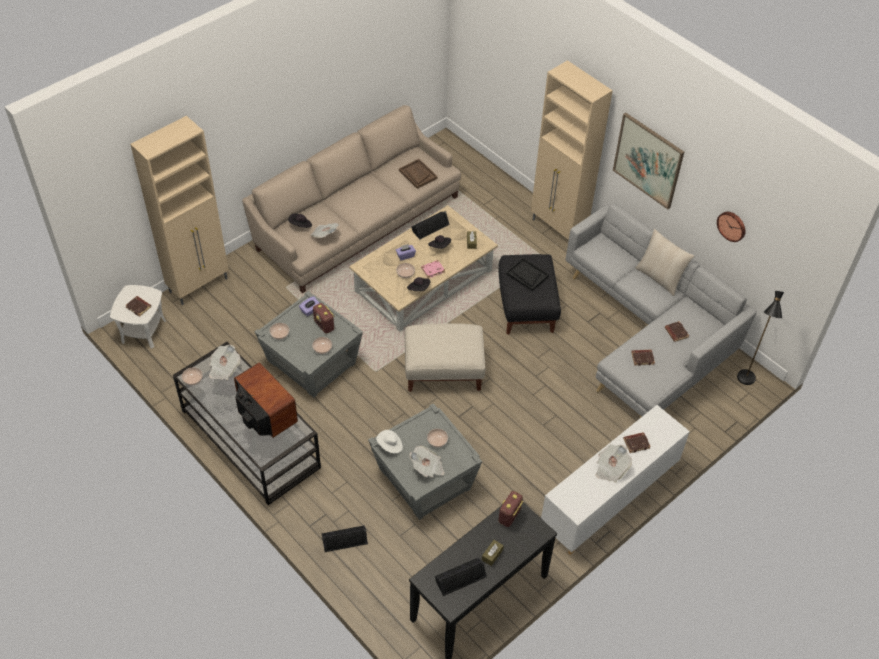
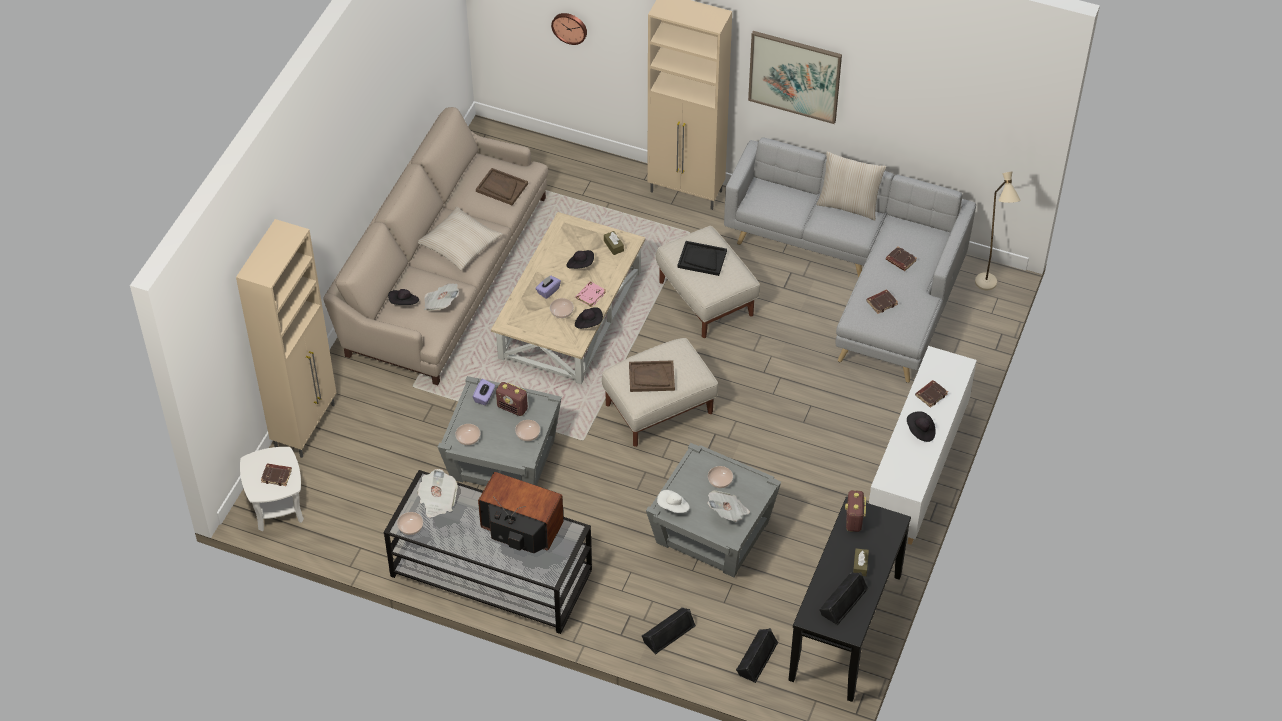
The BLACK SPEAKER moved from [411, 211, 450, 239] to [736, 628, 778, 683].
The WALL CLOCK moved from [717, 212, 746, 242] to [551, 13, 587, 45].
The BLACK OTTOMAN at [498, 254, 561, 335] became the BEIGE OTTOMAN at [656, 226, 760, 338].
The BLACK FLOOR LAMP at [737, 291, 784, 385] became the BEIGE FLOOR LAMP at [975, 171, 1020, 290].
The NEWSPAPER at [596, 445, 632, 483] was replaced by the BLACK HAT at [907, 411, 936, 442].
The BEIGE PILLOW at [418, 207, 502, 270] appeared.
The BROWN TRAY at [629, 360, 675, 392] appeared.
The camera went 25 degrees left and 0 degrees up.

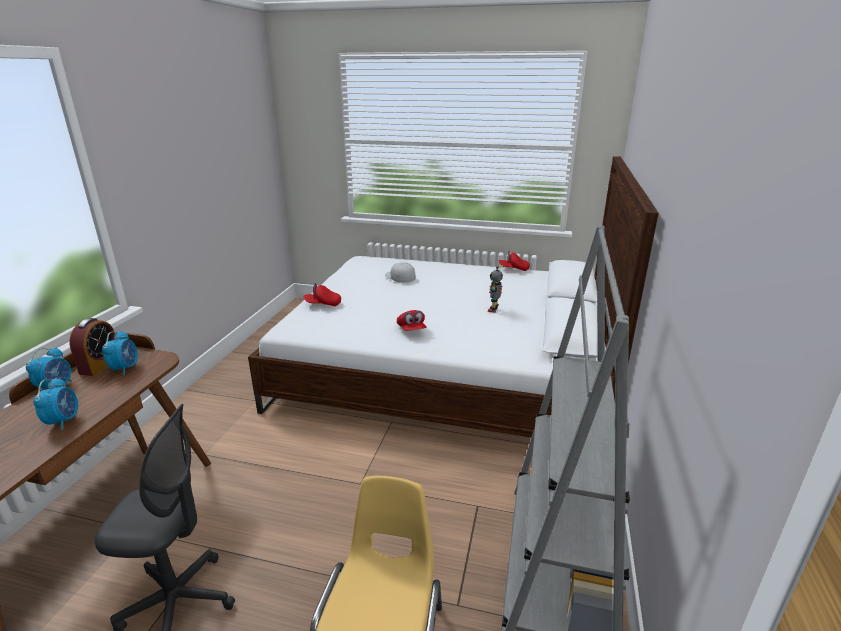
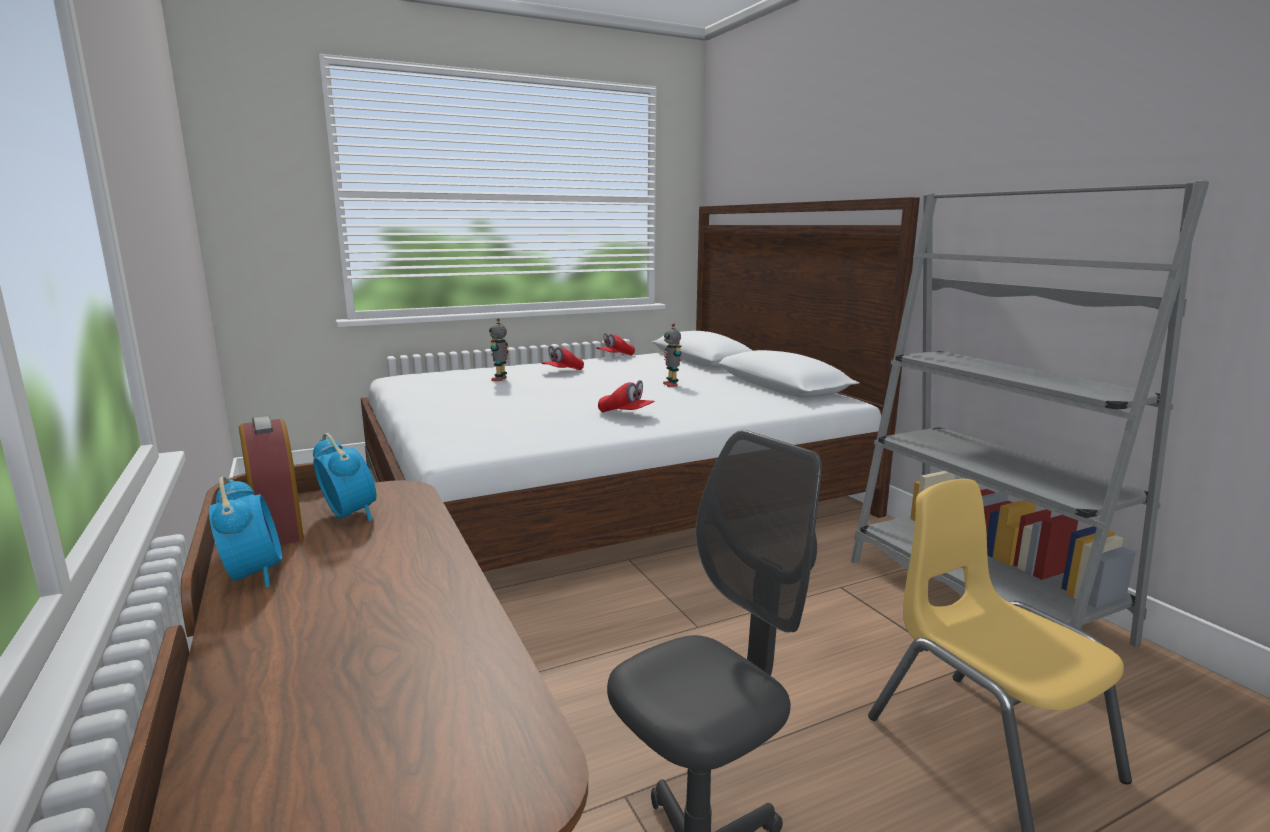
The WHITE CAP at [385, 262, 416, 283] was replaced by the TOY ROBOT at [489, 318, 509, 381].
The RED CAP moved from [303, 283, 341, 306] to [541, 346, 584, 370].
The ALARM CLOCK at [33, 377, 78, 430] disappeared.
The camera went 40 degrees left and 10 degrees down.

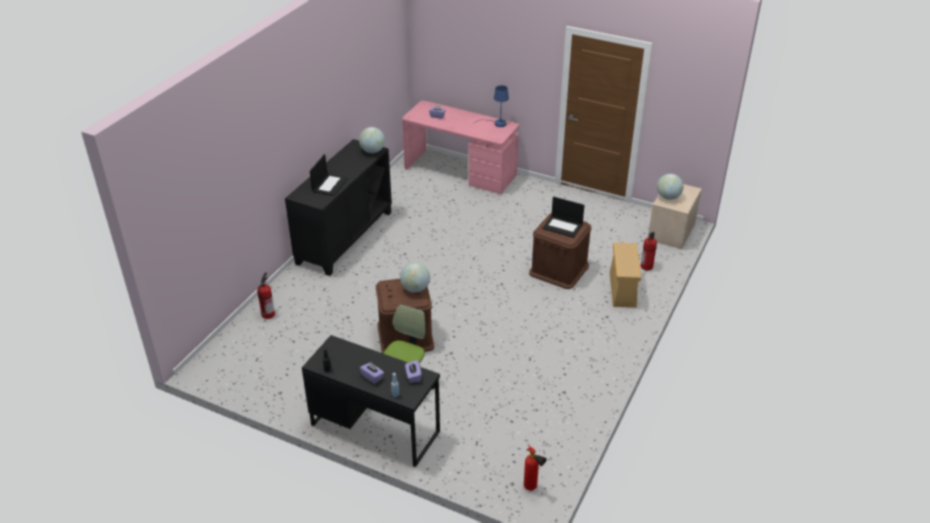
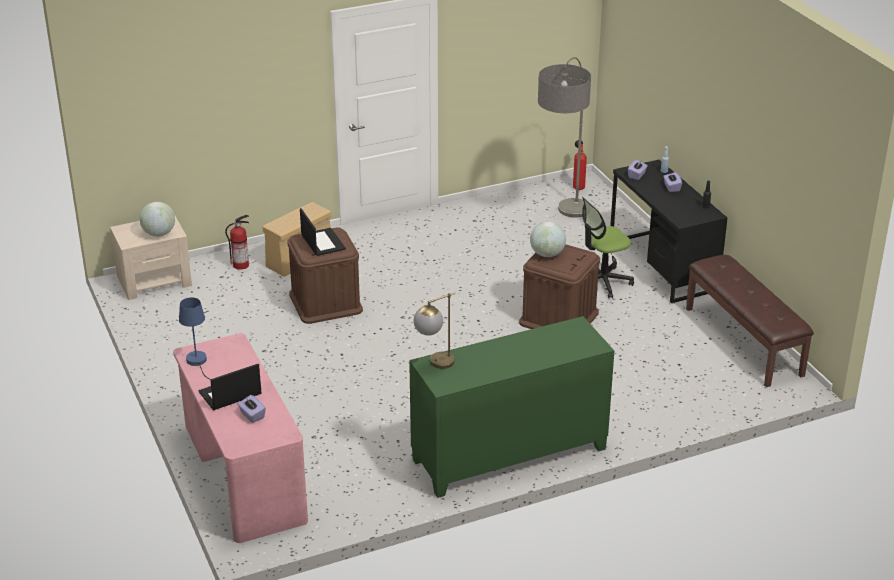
The GLOBE at [359, 127, 385, 153] was replaced by the TABLE LAMP at [413, 292, 456, 369].
The BLACK CABINET at [285, 139, 392, 276] became the GREEN CABINET at [409, 316, 614, 498].
The LAPTOP moved from [310, 154, 348, 196] to [198, 364, 261, 410].
The FIRE EXTINGUISHER at [257, 272, 275, 319] disappeared.
The FLOOR LAMP at [538, 57, 591, 218] appeared.
The BROWN BENCH at [686, 255, 814, 387] appeared.
The camera went 140 degrees left and 5 degrees down.

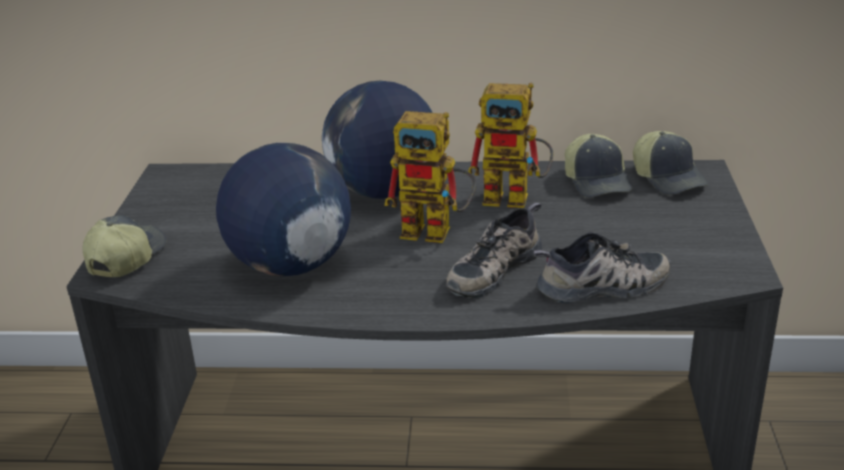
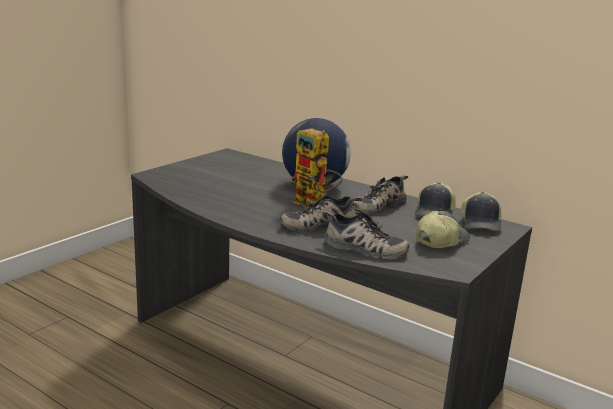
The TOY ROBOT at [468, 83, 553, 208] was replaced by the SHOE at [354, 175, 408, 215].
The GLOBE at [216, 143, 351, 276] disappeared.
The CAP moved from [83, 215, 167, 278] to [416, 211, 470, 248].
The camera went 30 degrees right and 10 degrees down.

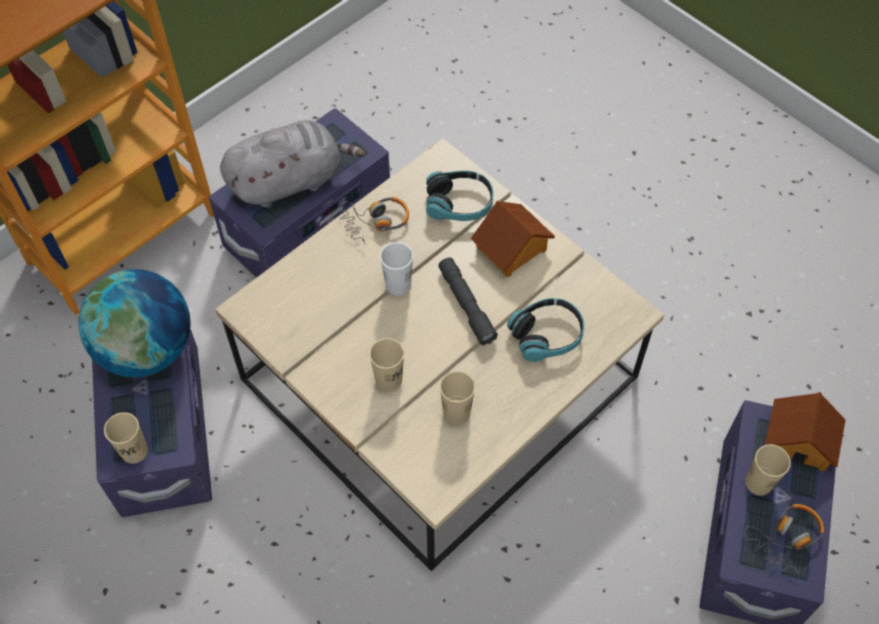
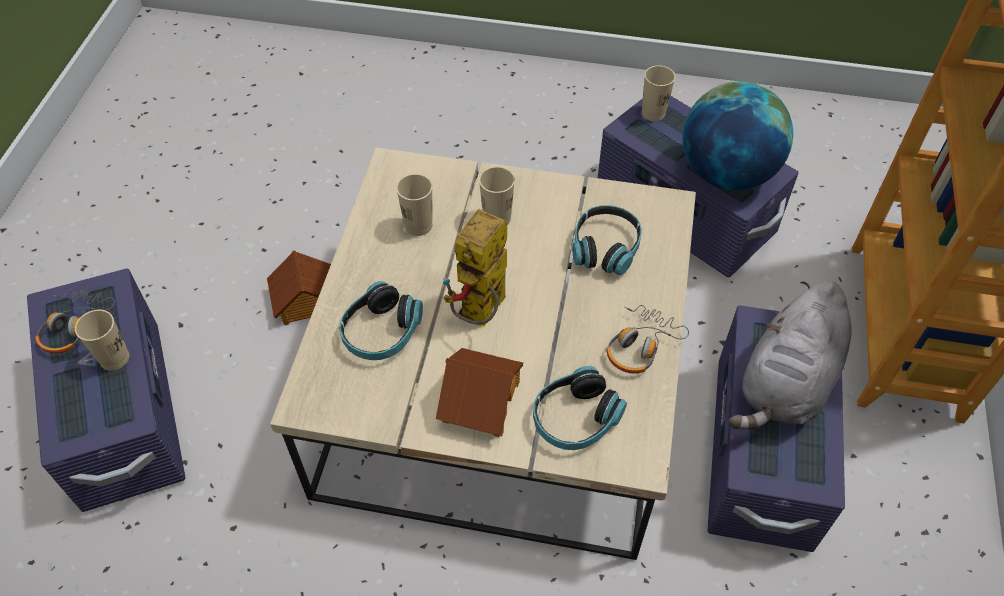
The WHITE CUP at [380, 242, 413, 296] disappeared.
The GREY FLASHLIGHT at [438, 257, 498, 345] was replaced by the TOY ROBOT at [443, 209, 507, 328].
The TOY HOUSE moved from [765, 392, 846, 472] to [267, 250, 331, 325].
The HEADPHONES at [572, 205, 642, 275] appeared.
The camera went 145 degrees right and 5 degrees down.

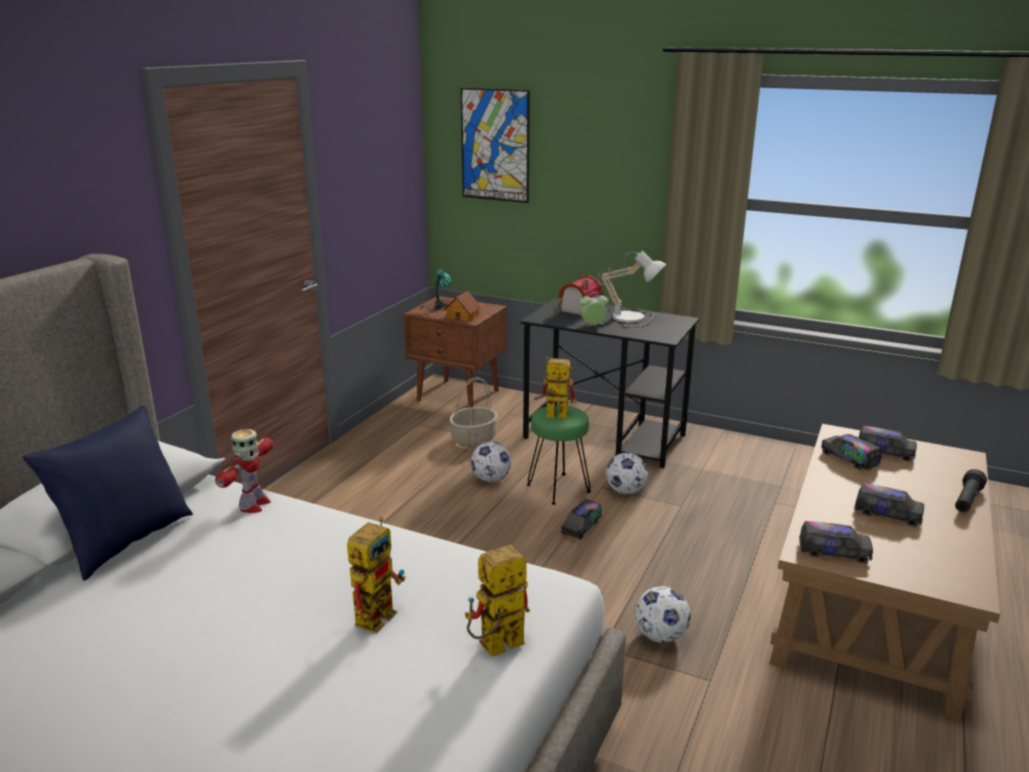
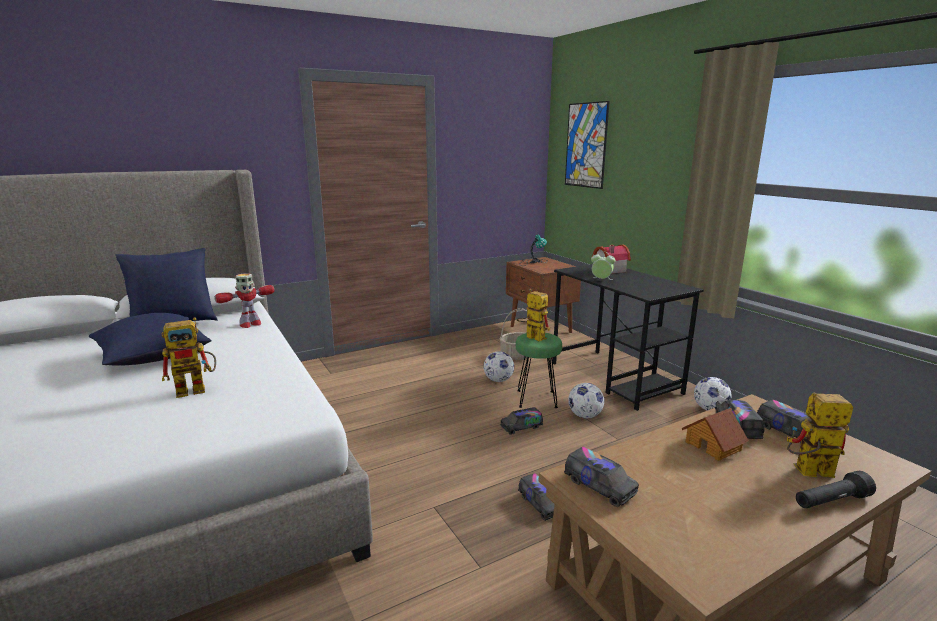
The TABLE LAMP at [599, 251, 666, 327] disappeared.
The TOY HOUSE moved from [443, 291, 482, 322] to [681, 408, 749, 461].
The TOY TRUCK moved from [854, 483, 924, 527] to [518, 473, 555, 521].
The TOY ROBOT moved from [465, 545, 530, 657] to [787, 393, 853, 478].
The FOOTBALL moved from [635, 586, 691, 643] to [694, 377, 732, 411].
The BLUE PILLOW at [89, 313, 211, 366] appeared.
The camera went 35 degrees right and 5 degrees down.

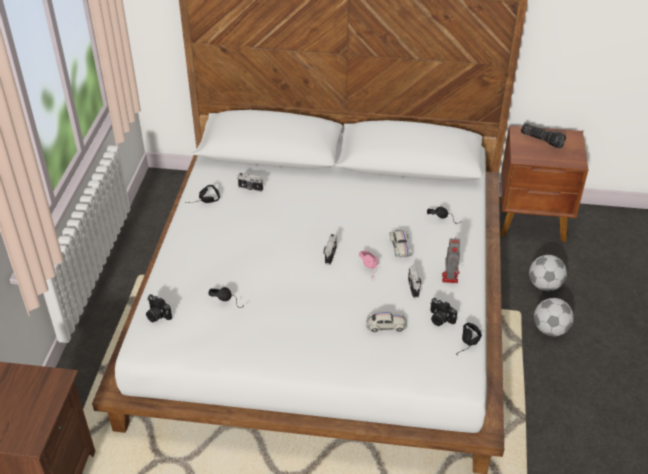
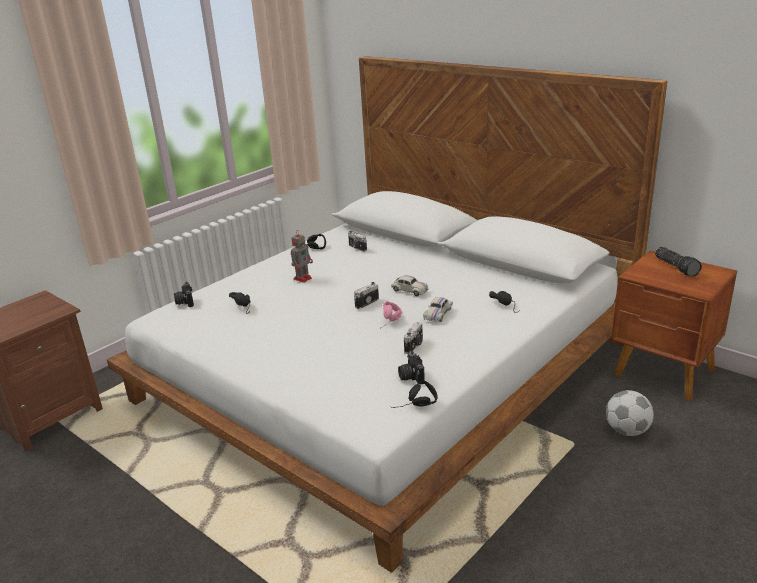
The TOY ROBOT moved from [442, 236, 460, 283] to [291, 231, 313, 283].
The FOOTBALL at [534, 298, 574, 336] disappeared.
The WHITE TOY CAR moved from [366, 311, 407, 332] to [391, 275, 429, 296].
The camera went 35 degrees right and 15 degrees down.

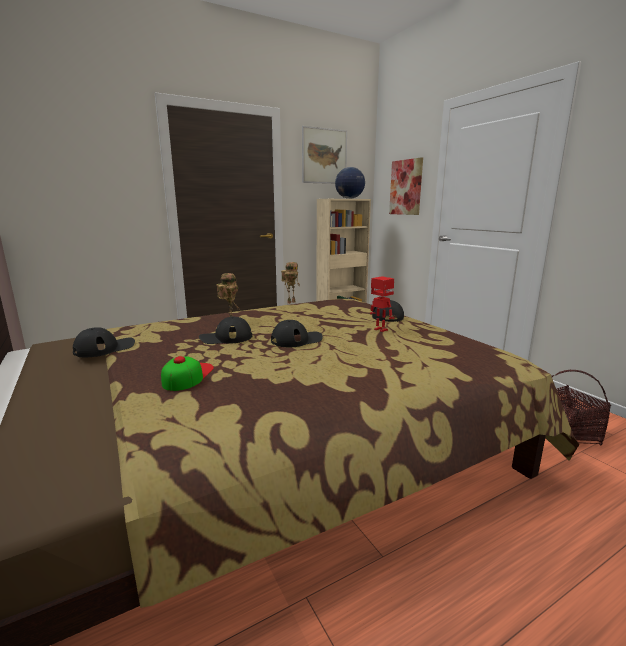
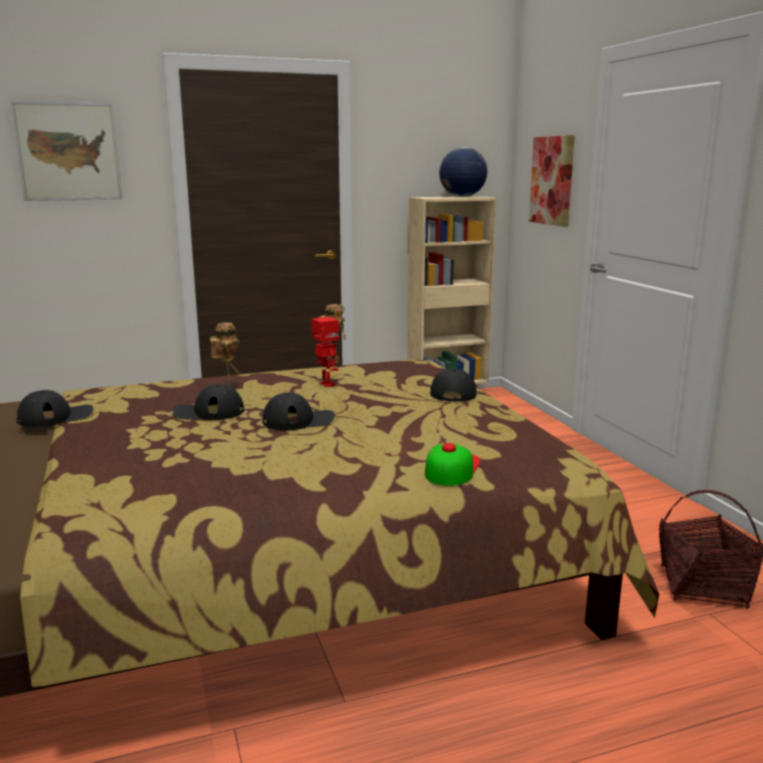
The PICTURE moved from [302, 126, 347, 184] to [10, 101, 123, 201].
The TOY ROBOT moved from [370, 276, 395, 332] to [311, 317, 339, 387].
The CAP moved from [161, 356, 214, 391] to [425, 443, 481, 486].
The camera went 10 degrees right and 0 degrees up.

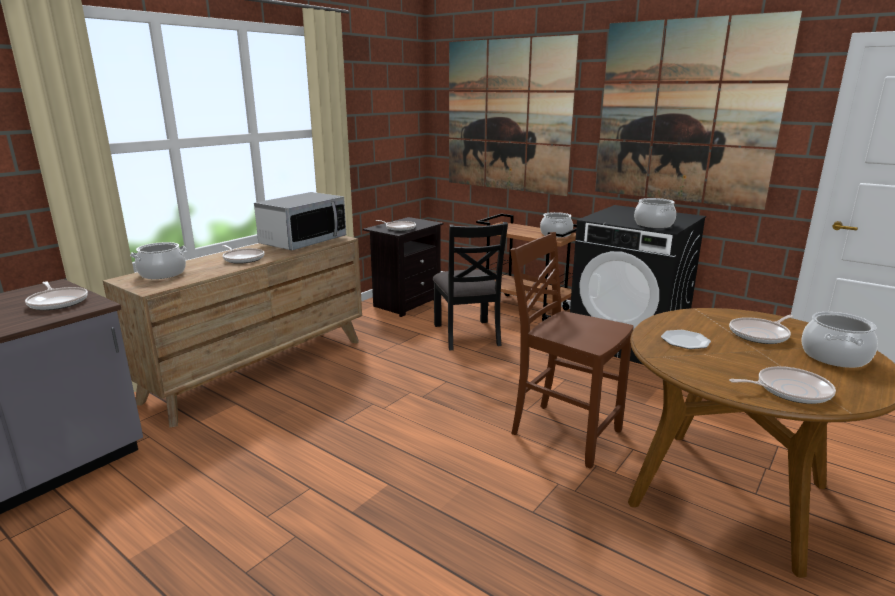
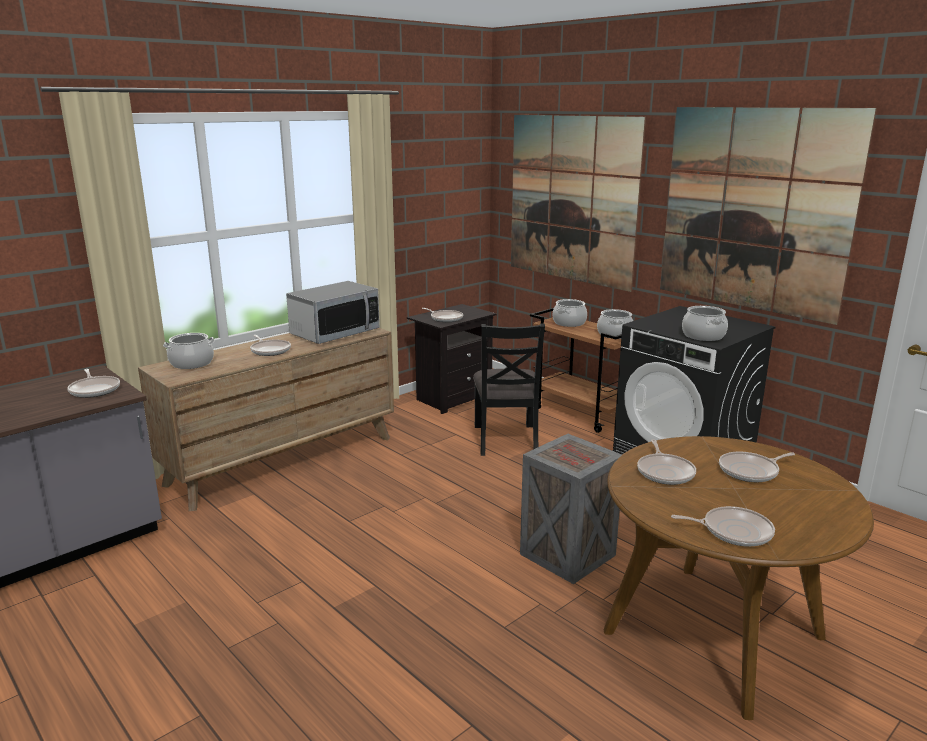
The BROWN CHAIR at [510, 232, 634, 469] was replaced by the CRATE at [520, 434, 622, 584].
The COOKING POT moved from [801, 312, 878, 368] to [553, 299, 587, 327].
The PLATE at [661, 330, 711, 349] was replaced by the FRYING PAN at [637, 439, 696, 485].
The camera went 10 degrees right and 0 degrees up.

